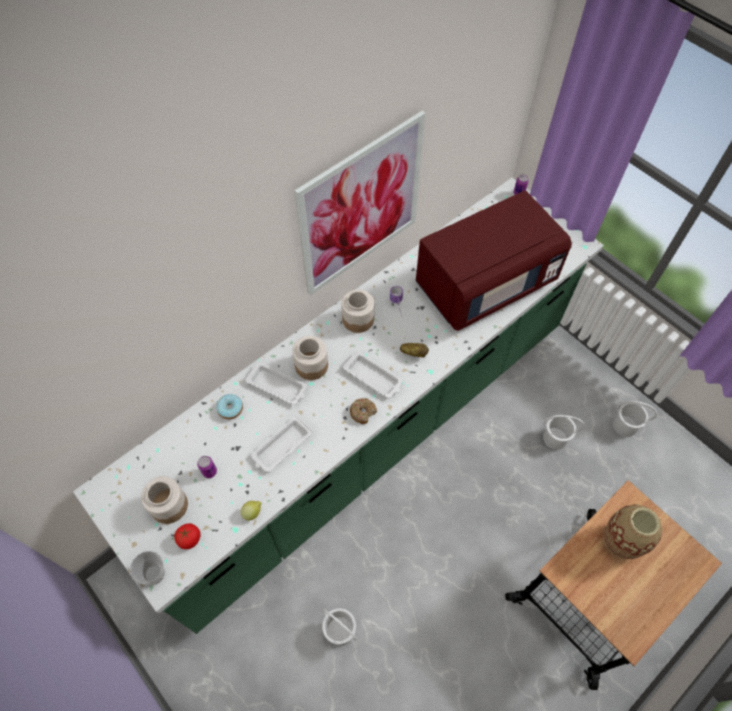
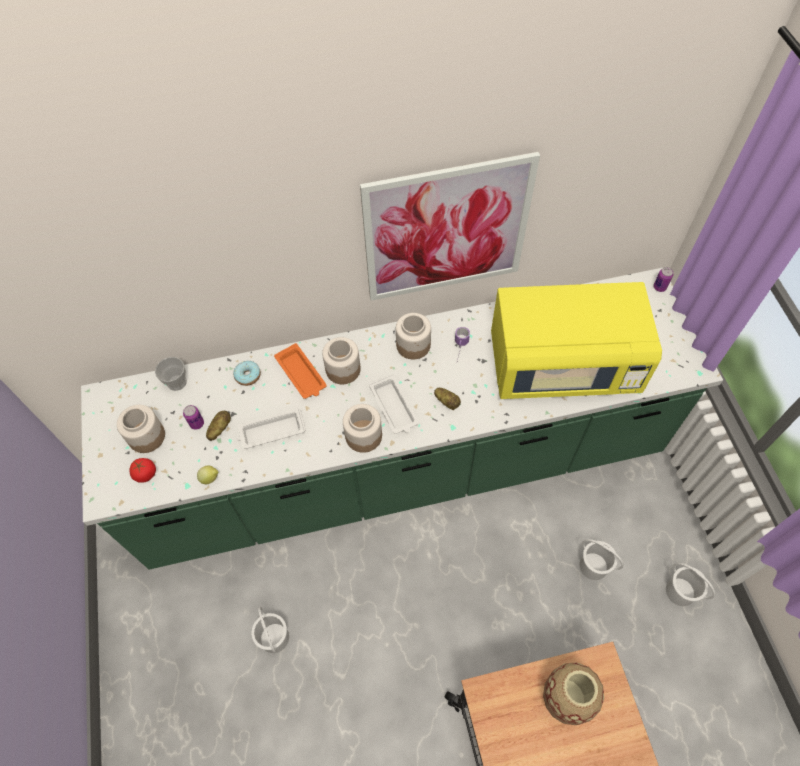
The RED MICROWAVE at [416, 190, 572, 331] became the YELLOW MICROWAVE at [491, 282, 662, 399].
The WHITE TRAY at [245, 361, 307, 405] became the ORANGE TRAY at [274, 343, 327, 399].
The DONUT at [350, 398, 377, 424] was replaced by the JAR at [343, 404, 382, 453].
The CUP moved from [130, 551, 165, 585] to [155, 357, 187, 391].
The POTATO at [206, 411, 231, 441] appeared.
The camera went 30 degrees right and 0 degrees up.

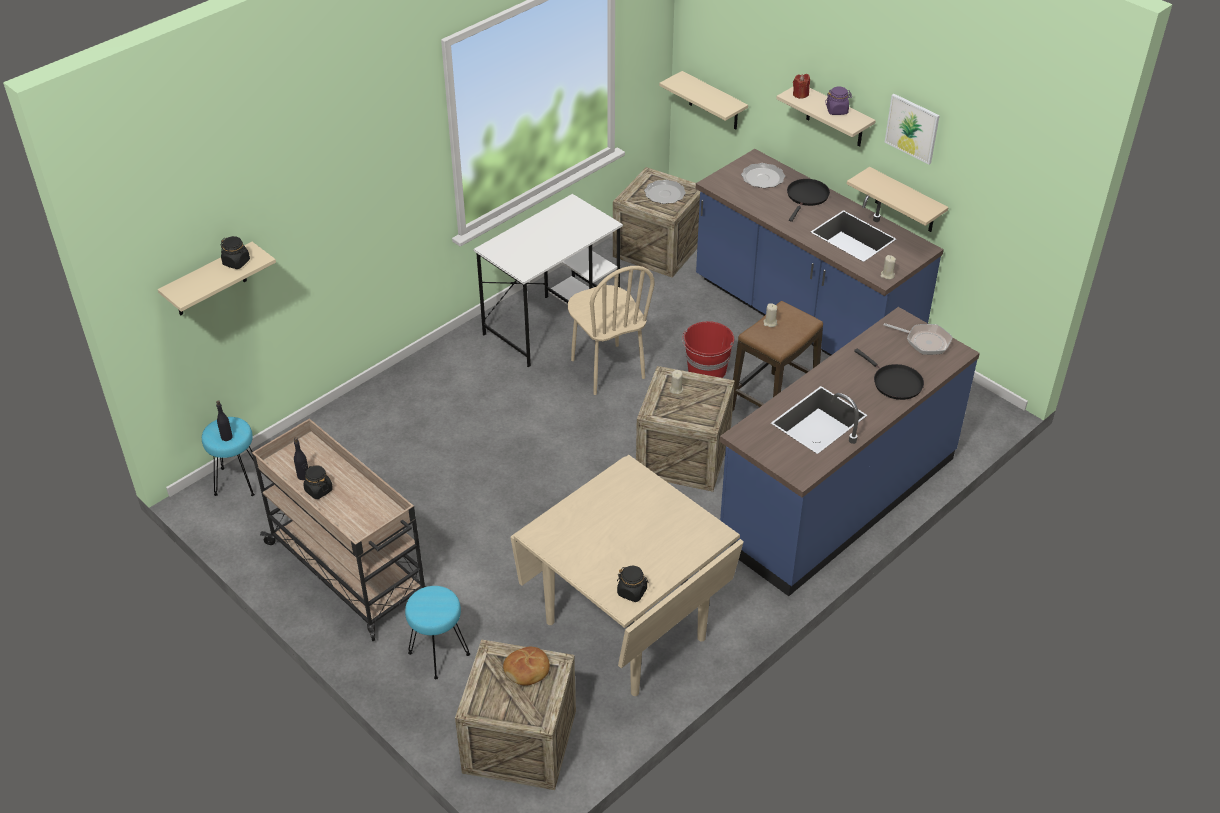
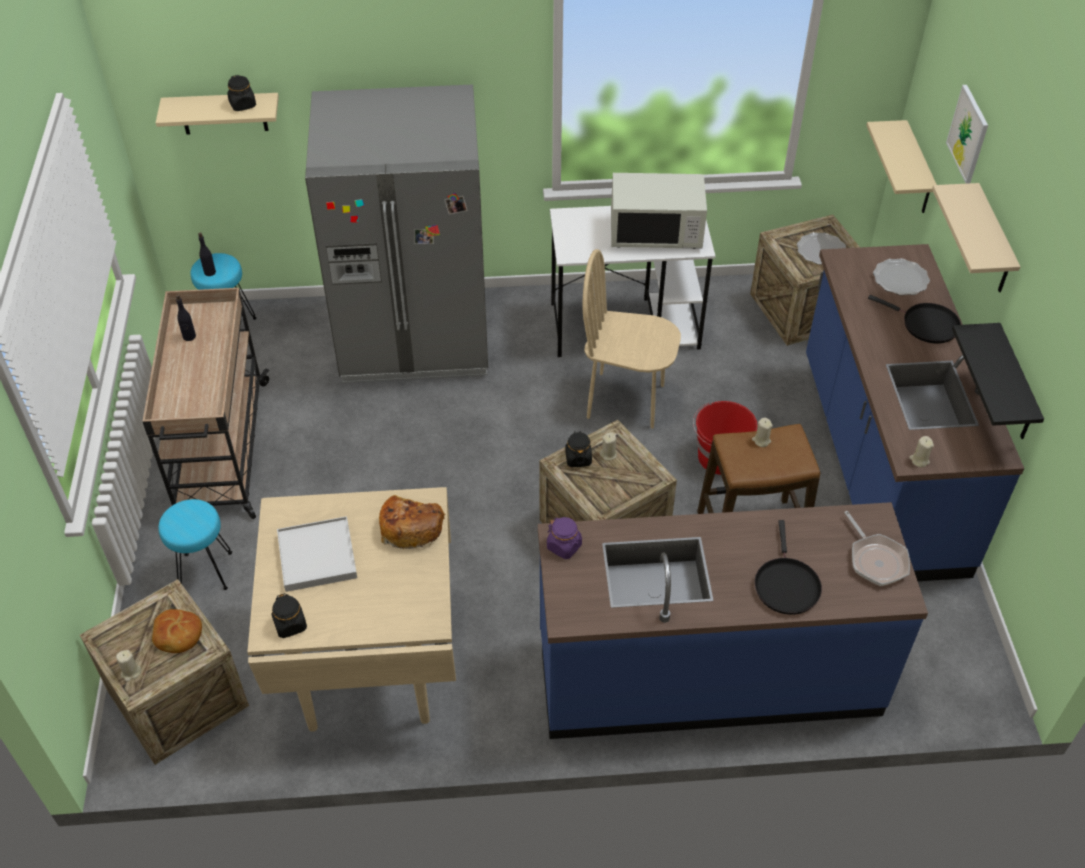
The RED CANDLE at [793, 74, 810, 99] disappeared.
The PURPLE JAR moved from [825, 87, 852, 115] to [547, 517, 582, 559].
The PICTURE moved from [884, 94, 940, 165] to [946, 85, 988, 184].
The BEIGE SHELF at [847, 167, 948, 232] became the BLACK SHELF at [952, 323, 1044, 439].
The BLACK FRYING PAN at [787, 179, 830, 222] turned 60 degrees clockwise.
The BEIGE CHAIR at [568, 266, 655, 395] turned 90 degrees clockwise.
The BLACK JAR moved from [303, 466, 333, 499] to [565, 431, 592, 467].
The GREY FRIDGE at [305, 84, 488, 383] appeared.
The WHITE MICROWAVE at [611, 173, 707, 249] appeared.
The BREAD at [379, 495, 445, 549] appeared.
The WHITE TRAY at [277, 516, 357, 592] appeared.
The BEIGE CANDLE at [116, 650, 142, 682] appeared.
The camera went 40 degrees right and 5 degrees up.

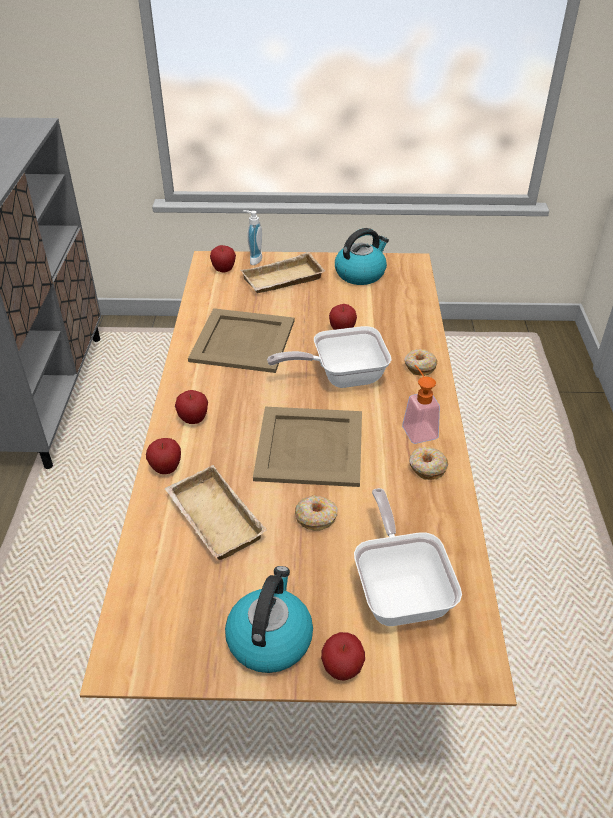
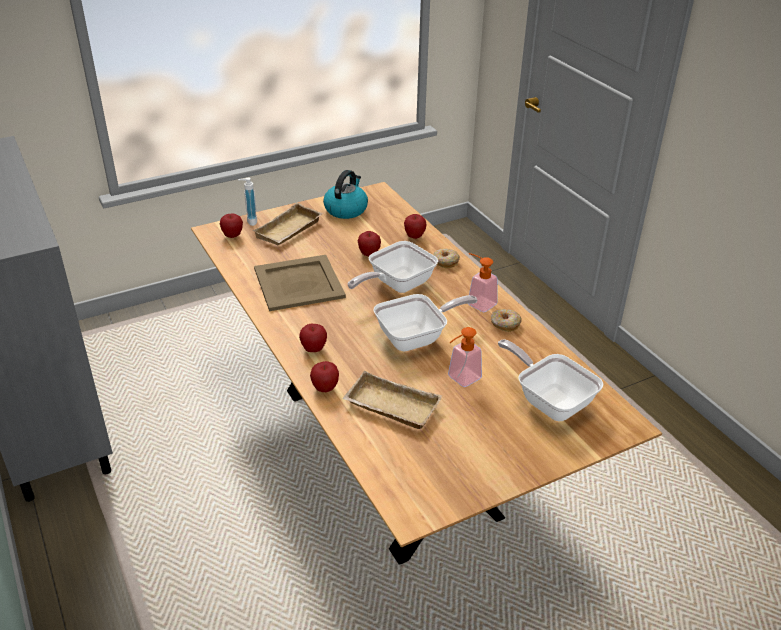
The BEIGE TRAY at [253, 407, 362, 487] was replaced by the FRYING PAN at [373, 294, 477, 352].
The DONUT at [295, 495, 338, 531] was replaced by the SOAP DISPENSER at [448, 327, 482, 387].
The KETTLE at [225, 566, 313, 673] disappeared.
The APPLE moved from [321, 632, 365, 681] to [404, 214, 427, 239].
The camera went 30 degrees left and 5 degrees down.

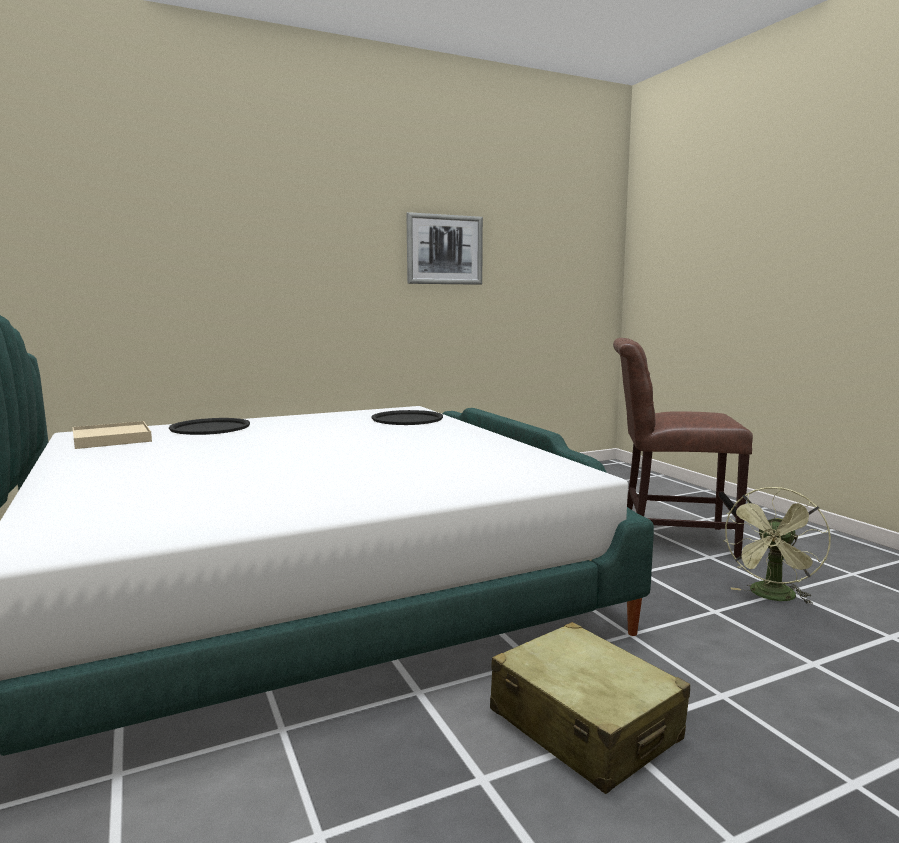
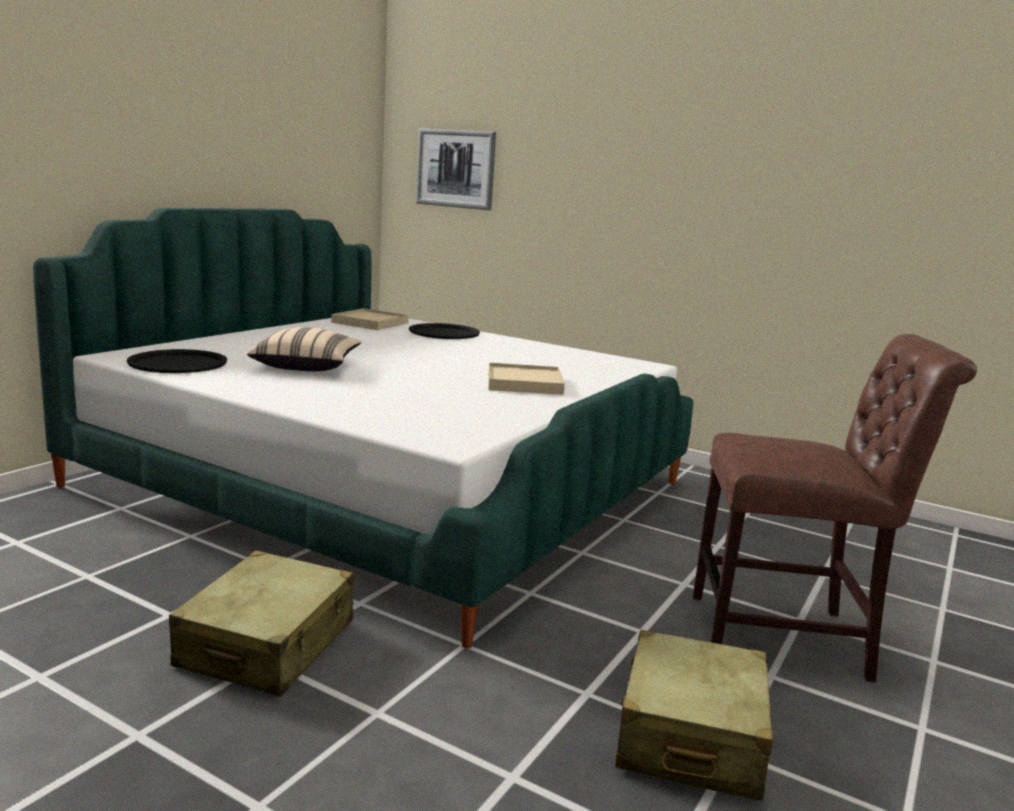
The PICTURE moved from [407, 212, 483, 285] to [416, 128, 496, 210].
The BROWN CHAIR at [613, 338, 753, 559] turned 120 degrees clockwise.
The BLACK TRAY moved from [372, 410, 443, 425] to [127, 349, 227, 373].
The GREEN FAN at [723, 487, 831, 604] was replaced by the BEIGE SUITCASE at [615, 630, 773, 801].
The BEIGE PILLOW at [247, 327, 361, 371] appeared.
The BEIGE TRAY at [489, 363, 565, 395] appeared.
The camera went 55 degrees right and 5 degrees up.

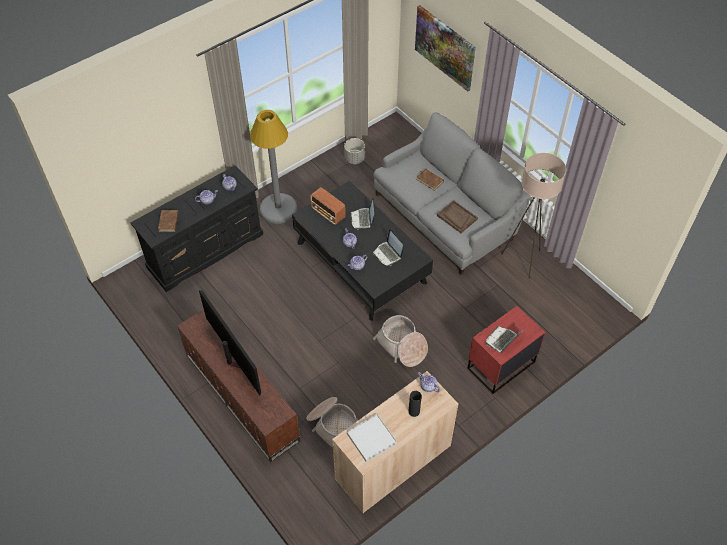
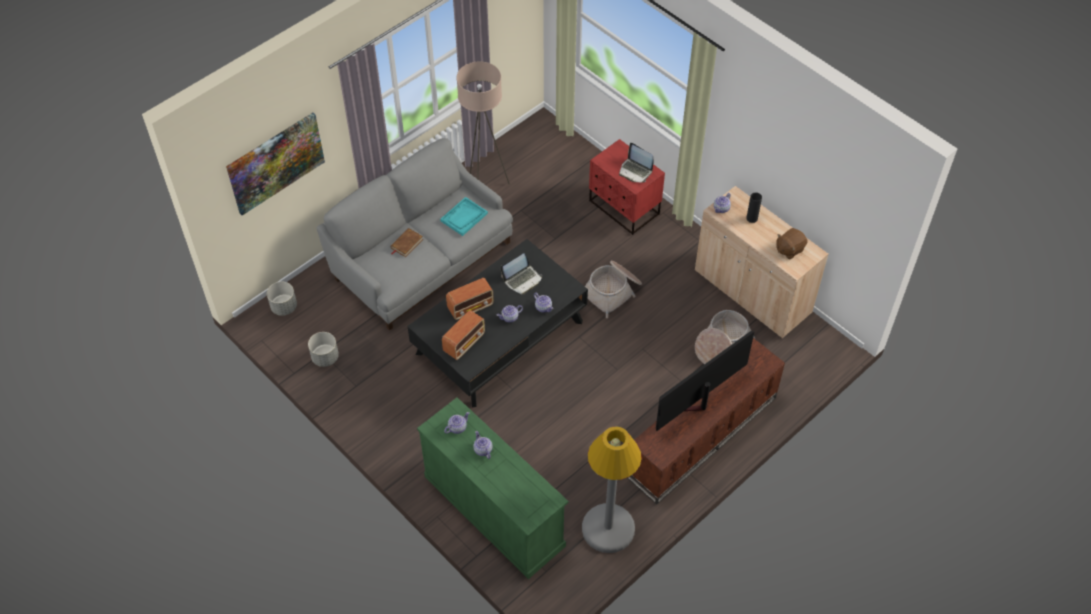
The GREY FLOOR LAMP moved from [250, 110, 297, 224] to [582, 427, 642, 553].
The BLACK DRESSER at [131, 165, 264, 292] became the GREEN DRESSER at [417, 397, 568, 579].
The LAPTOP at [350, 198, 374, 230] was replaced by the RADIO at [446, 278, 494, 320].
The BROWN TRAY at [437, 201, 478, 233] became the TURQUOISE TRAY at [440, 197, 488, 236].
The BROWN BOOK at [158, 210, 179, 232] disappeared.
The WHITE TRAY at [347, 414, 397, 462] was replaced by the BROWN PLUSH TOY at [776, 228, 808, 259].
The GREY PLANTER at [267, 282, 297, 316] appeared.
The camera went 95 degrees left and 0 degrees up.

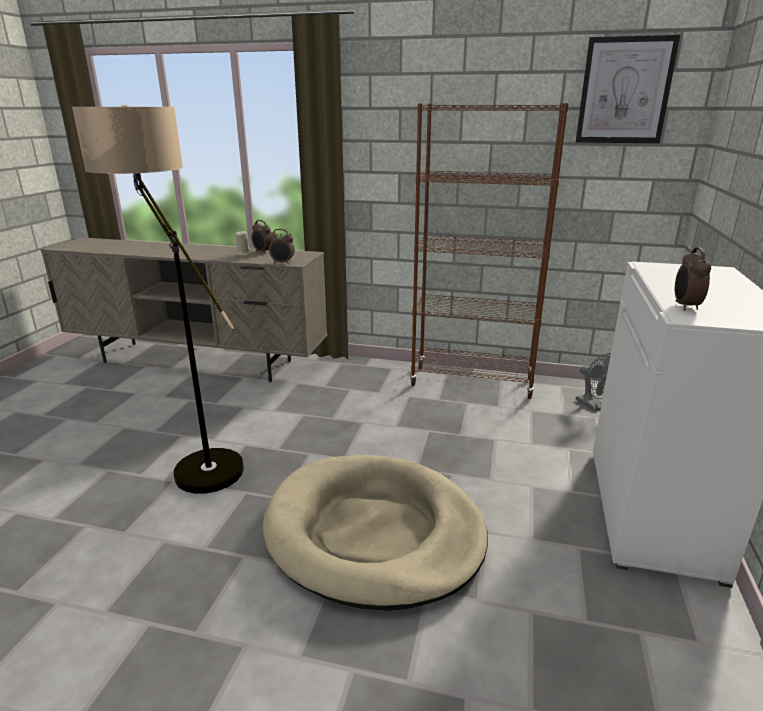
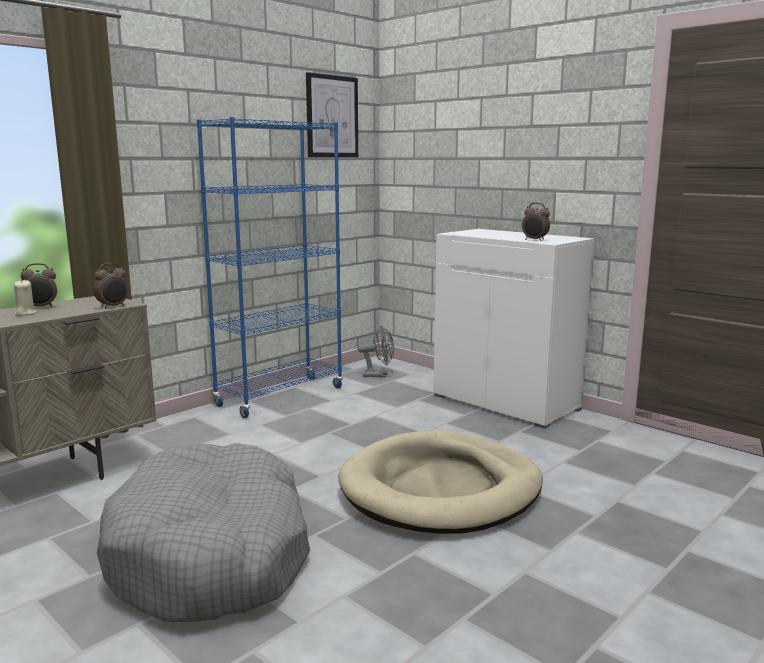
The BROWN BOOKCASE at [410, 103, 569, 399] became the BLUE BOOKCASE at [196, 117, 343, 418].
The FLOOR LAMP at [72, 105, 244, 494] was replaced by the GREY DOG BED at [97, 443, 310, 622].
The camera went 60 degrees left and 10 degrees down.

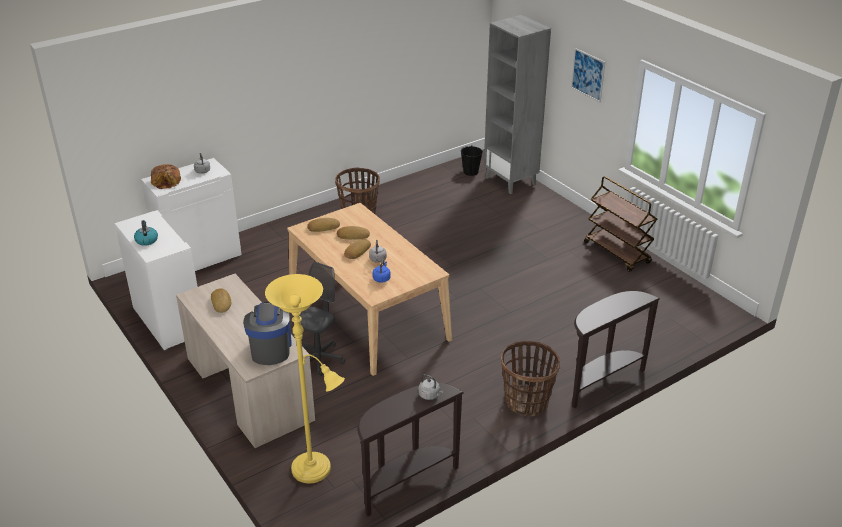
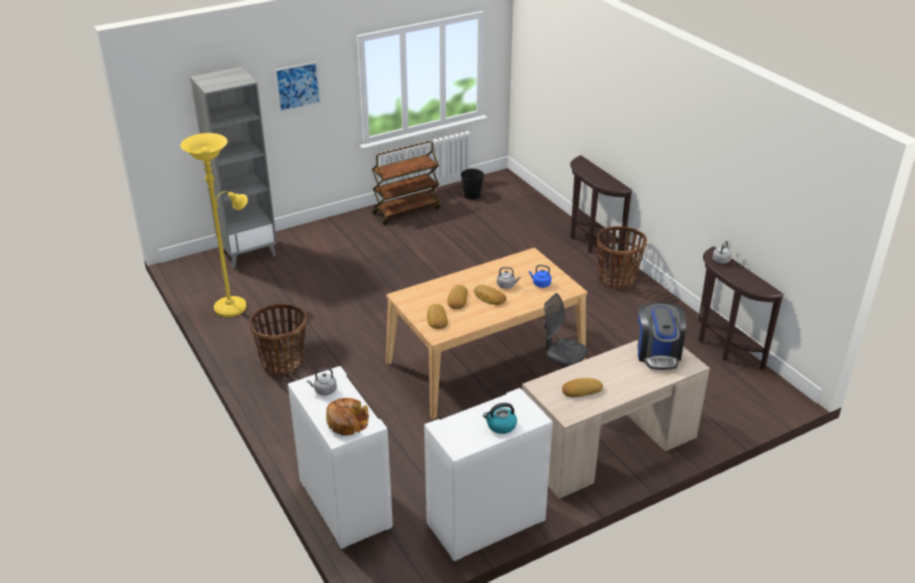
The BLACK BUCKET moved from [461, 145, 483, 176] to [461, 169, 484, 200].
The YELLOW FLOOR LAMP moved from [265, 274, 345, 483] to [181, 133, 248, 317].
The COFFEE MACHINE at [243, 301, 291, 365] turned 90 degrees counterclockwise.
The camera went 85 degrees left and 0 degrees up.

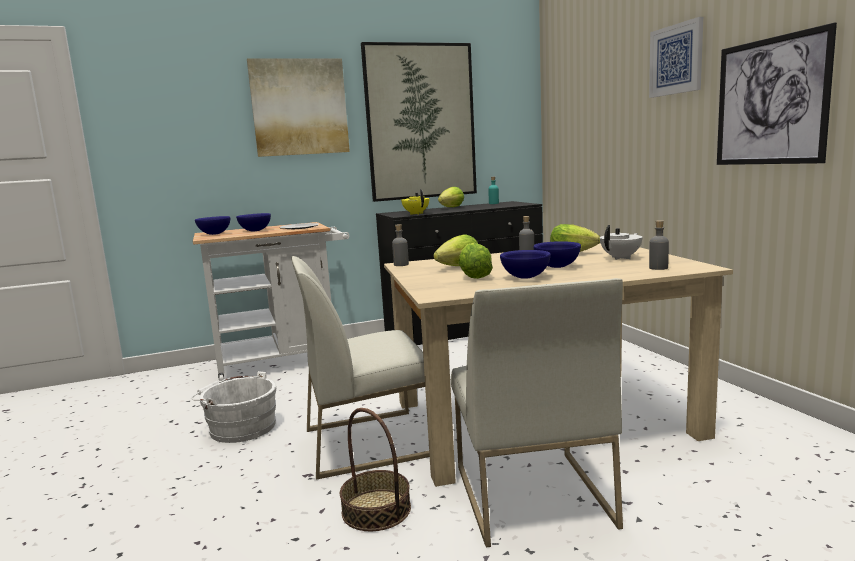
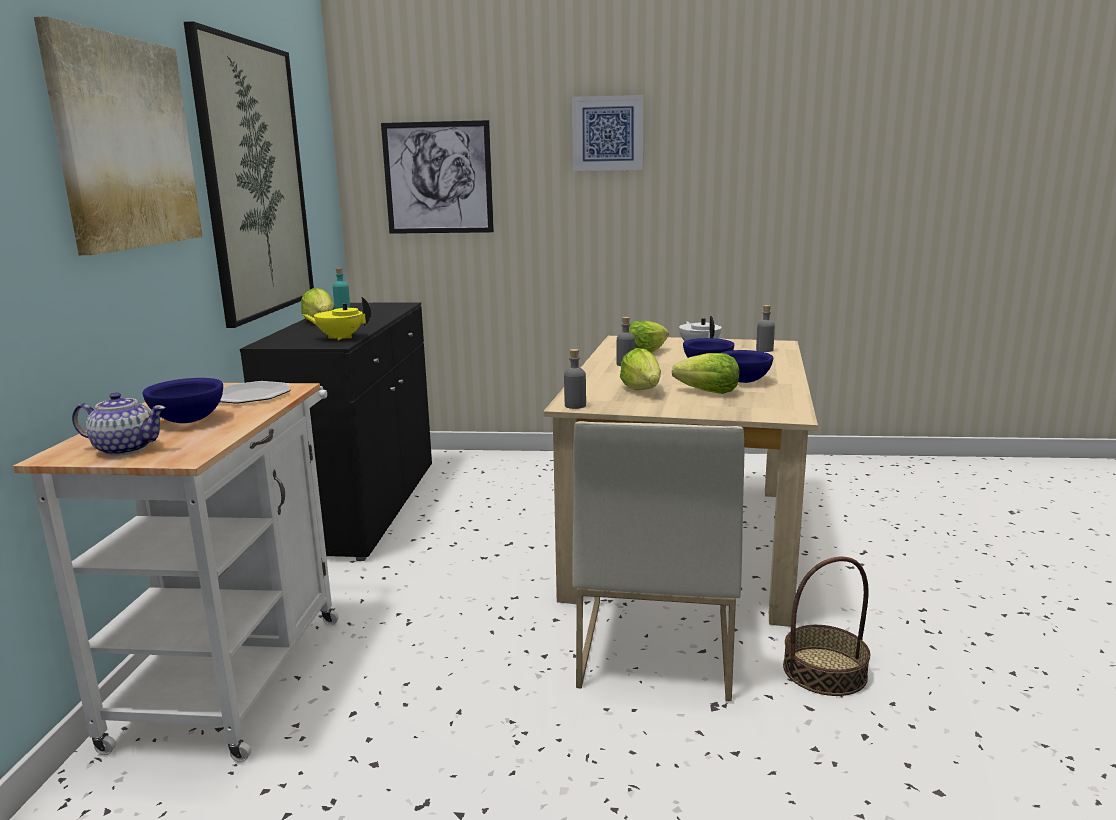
The PICTURE moved from [717, 23, 837, 165] to [381, 120, 494, 234].
The BLUE BOWL at [195, 216, 230, 235] was replaced by the TEAPOT at [72, 392, 166, 456].
The WHITE CHAIR at [451, 278, 623, 547] disappeared.
The WHITE BUCKET at [191, 371, 277, 443] disappeared.
The camera went 65 degrees left and 5 degrees up.

